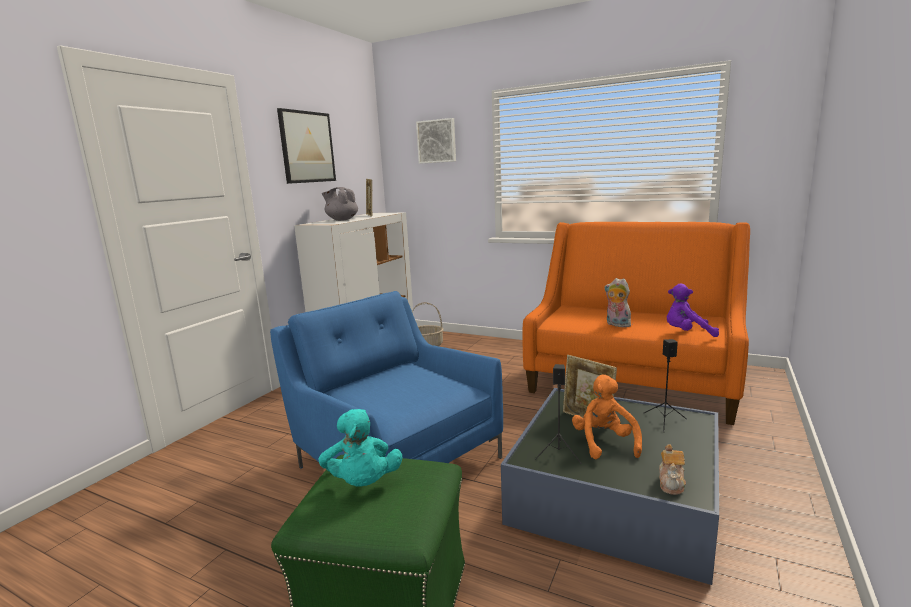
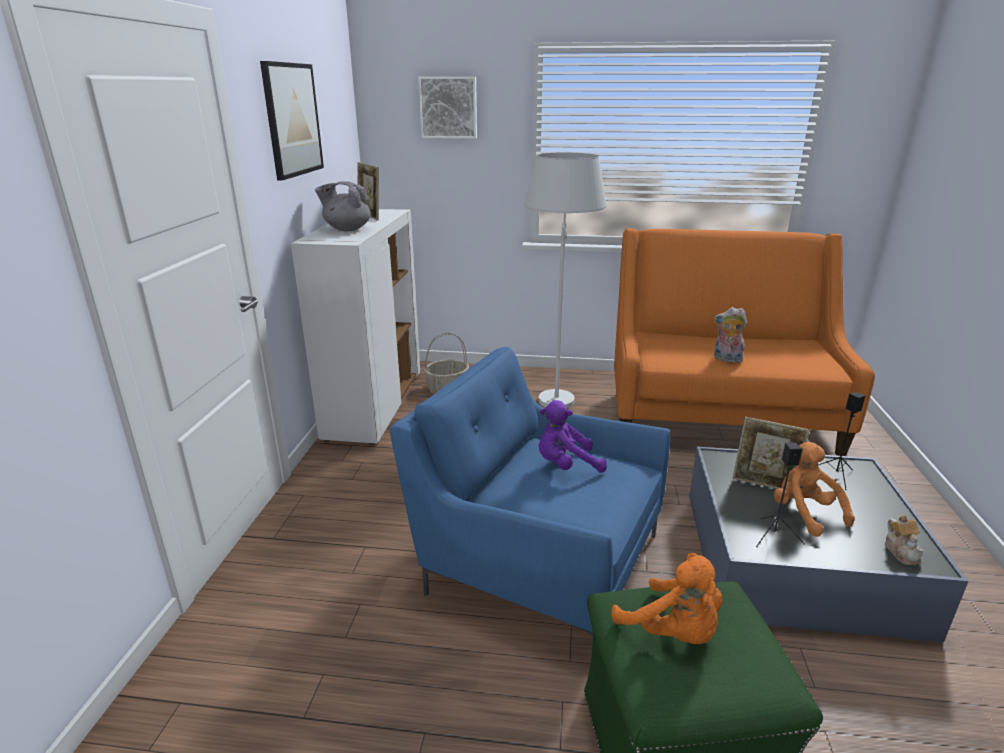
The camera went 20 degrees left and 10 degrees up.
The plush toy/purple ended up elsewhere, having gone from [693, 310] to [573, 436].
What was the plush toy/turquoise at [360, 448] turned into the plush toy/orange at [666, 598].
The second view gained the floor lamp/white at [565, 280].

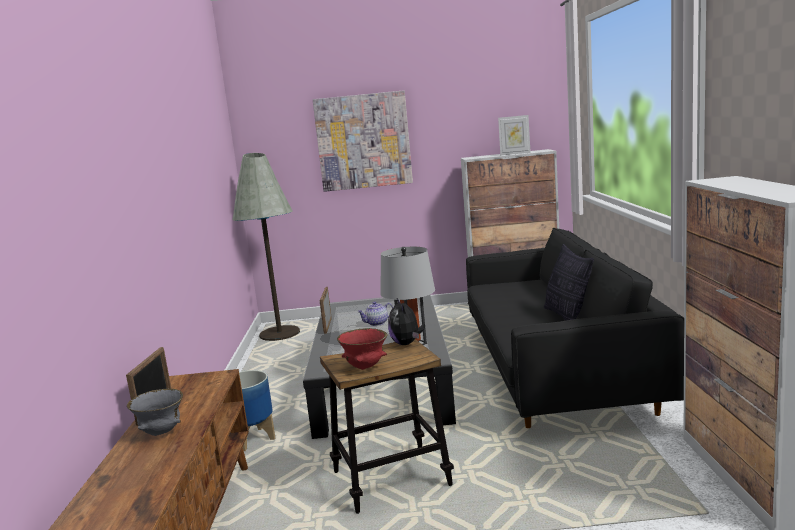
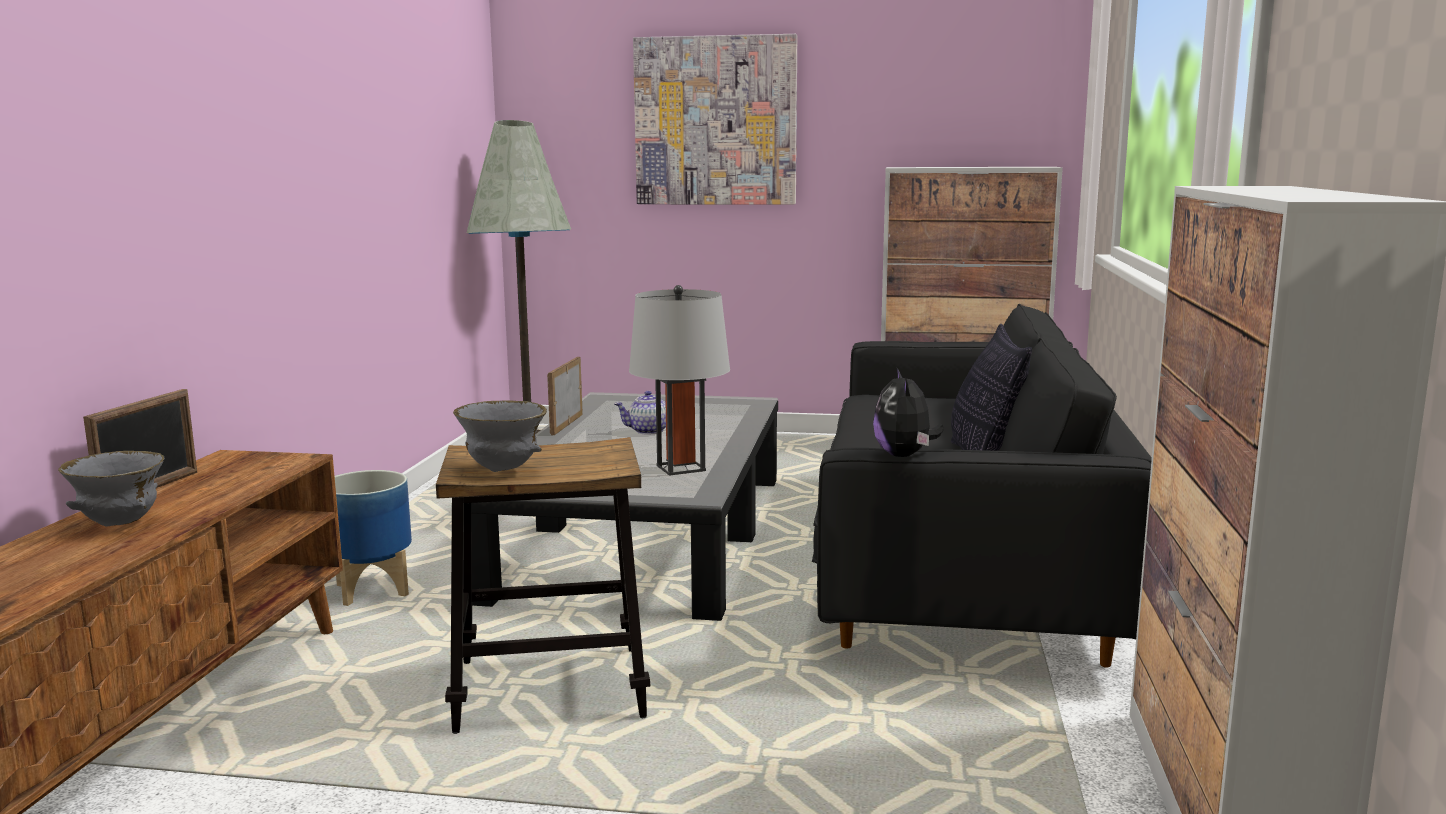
The camera went 10 degrees right and 0 degrees up.
The second view lost the picture frame at [514, 135].
The plush toy ended up elsewhere, having gone from [406, 321] to [908, 412].
What was the bowl/red at [362, 349] turned into the bowl/grey at [500, 436].

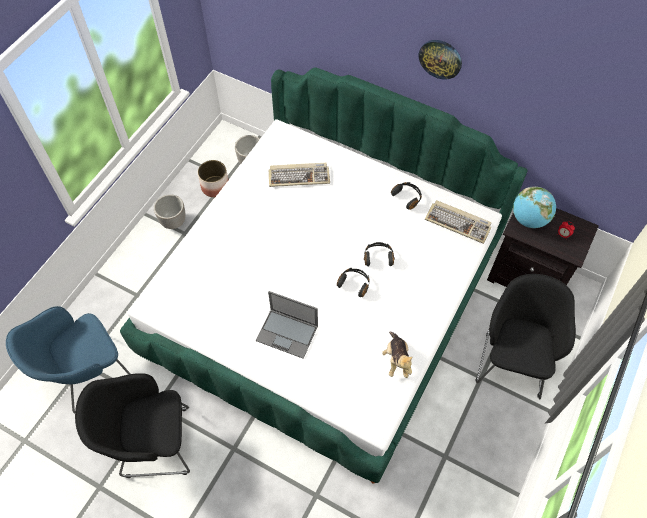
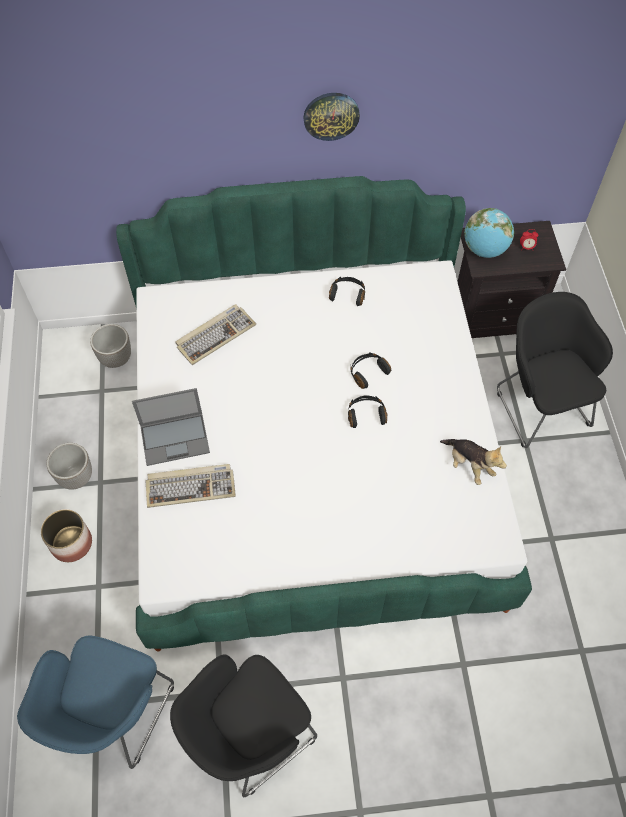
The camera went 35 degrees left and 0 degrees up.
The planter ended up elsewhere, having gone from [213, 178] to [66, 535].
The keyboard ended up elsewhere, having gone from [458, 222] to [191, 486].
The laptop ended up elsewhere, having gone from [287, 325] to [171, 427].

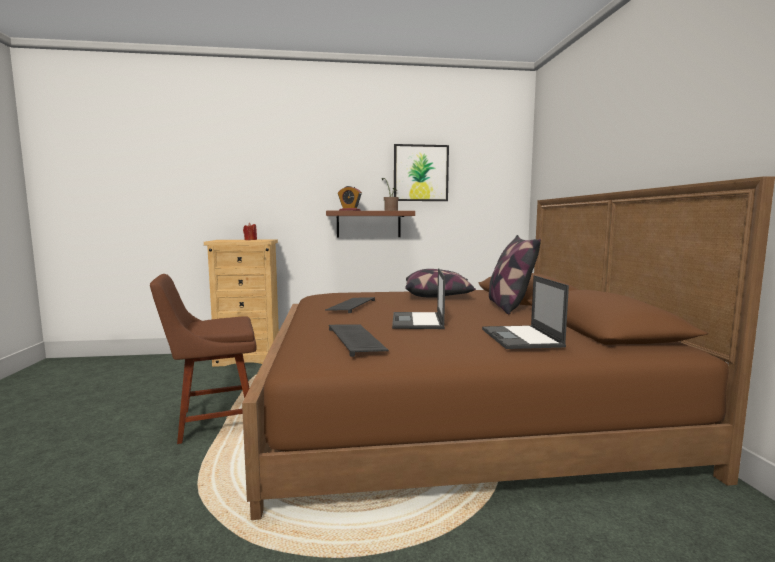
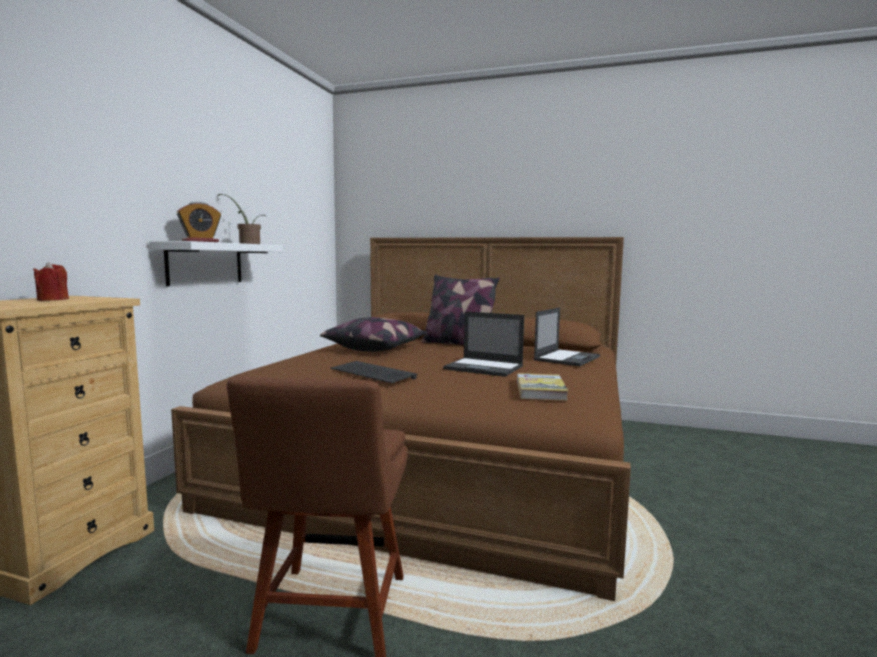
The camera went 65 degrees left and 0 degrees up.
The second view lost the picture at [421, 172].
What was the shelf/brown at [370, 224] turned into the shelf/white at [216, 263].
The laptop at [525, 312] ended up facing another way, 75 degrees counterclockwise from before.
Where the keyboard stood at [359, 340], the book came to stand at [542, 387].

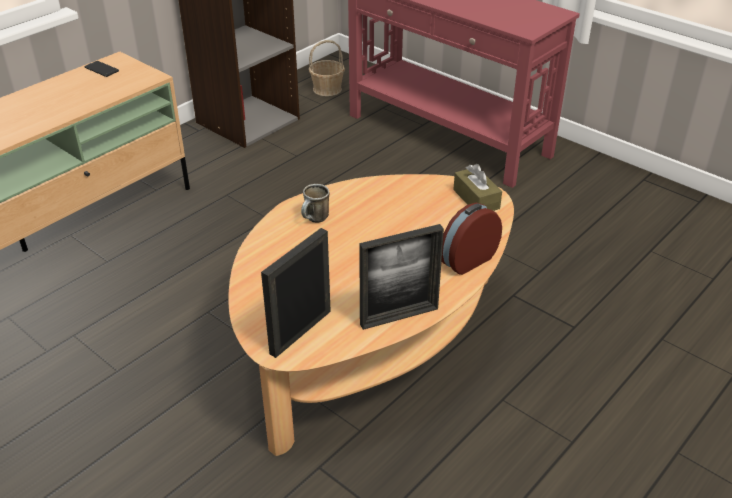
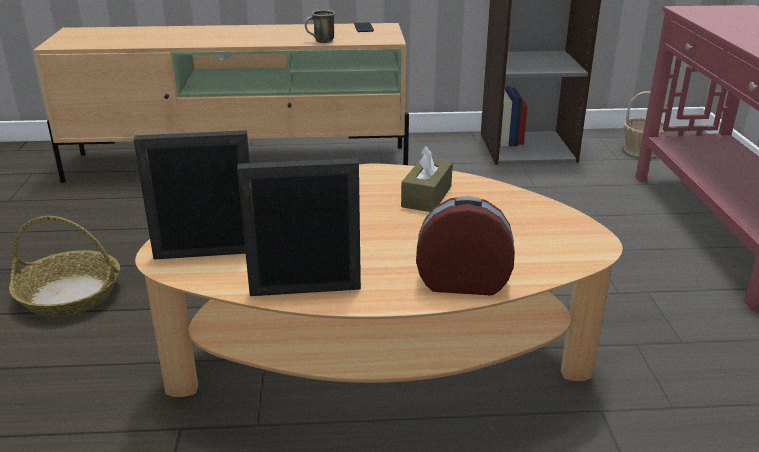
The camera went 45 degrees right and 10 degrees down.
The tissue box/brown ended up elsewhere, having gone from [477, 187] to [427, 179].
The mug ended up elsewhere, having gone from [315, 203] to [320, 26].
The picture frame at [401, 277] ended up facing another way, 150 degrees clockwise from before.
The second view gained the basket at [64, 266].

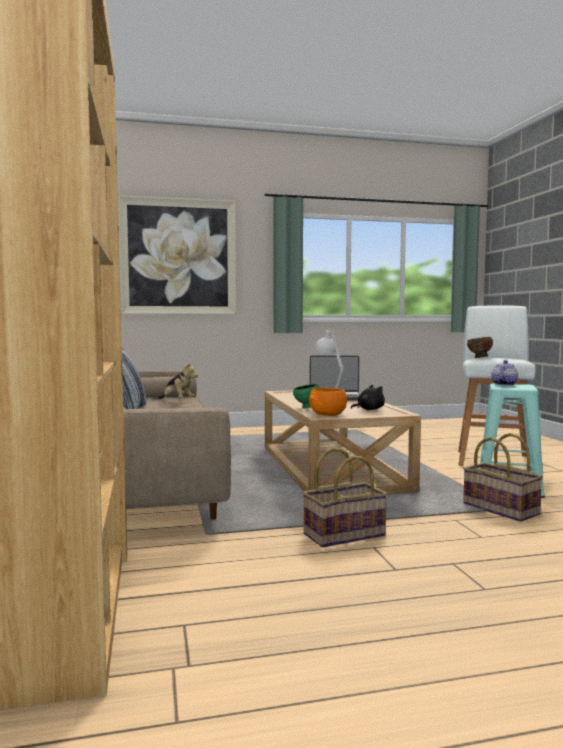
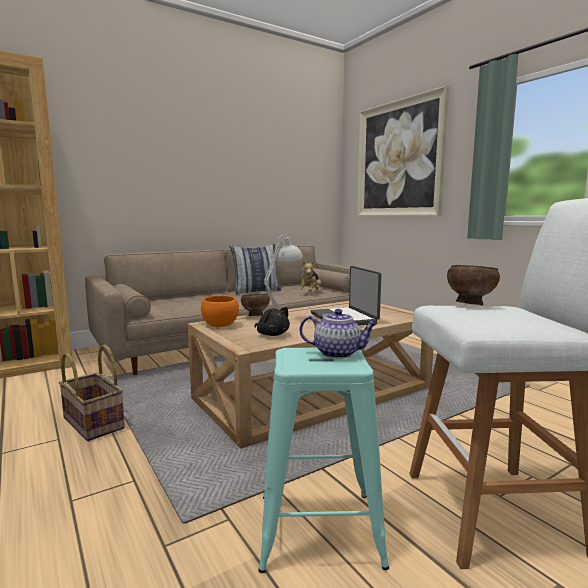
The camera went 70 degrees right and 5 degrees up.
What was the bowl/green at [306, 396] turned into the bowl/brown at [255, 304].
The second view lost the basket at [503, 477].

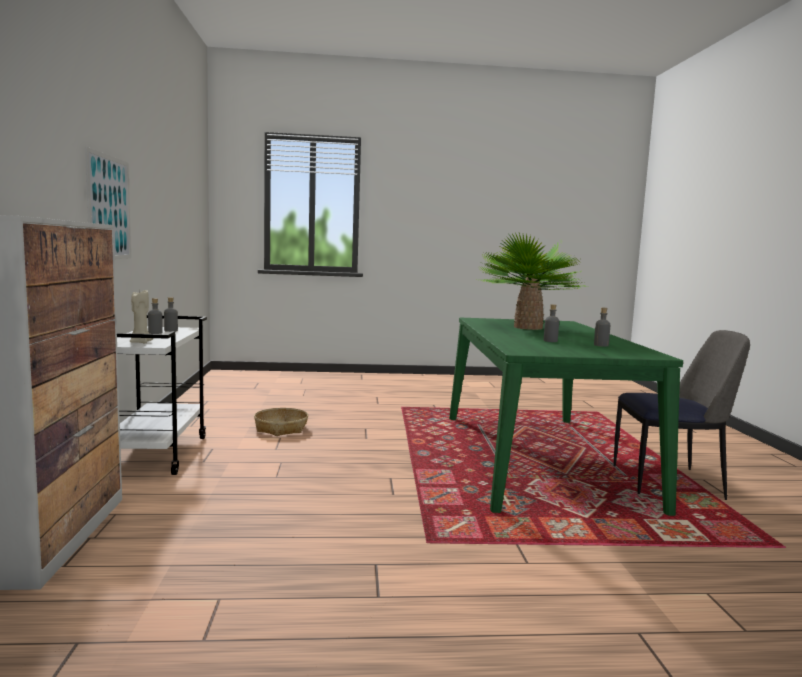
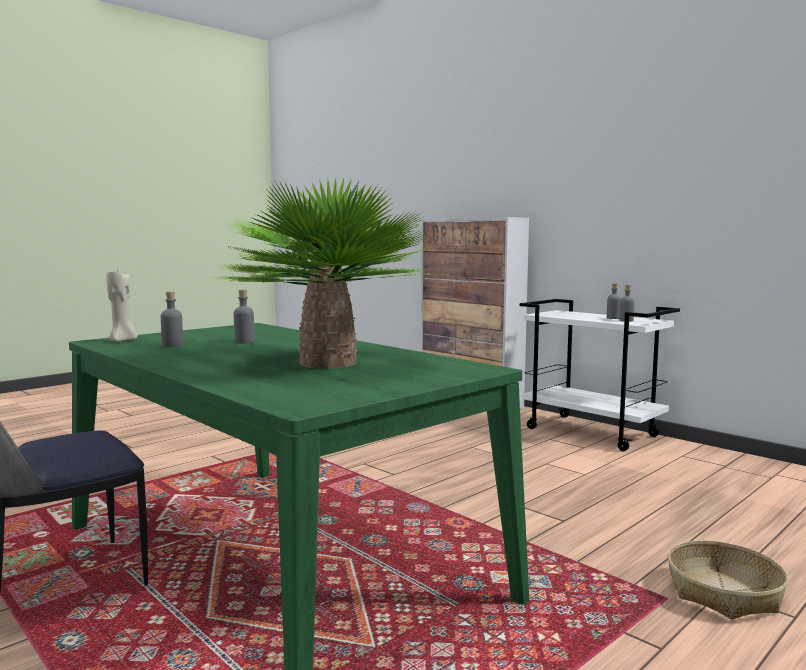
The camera went 140 degrees right and 0 degrees up.
The second view lost the picture at [108, 203].
The candle/beige ended up elsewhere, having gone from [141, 316] to [122, 306].
The basket ended up elsewhere, having gone from [281, 422] to [728, 579].

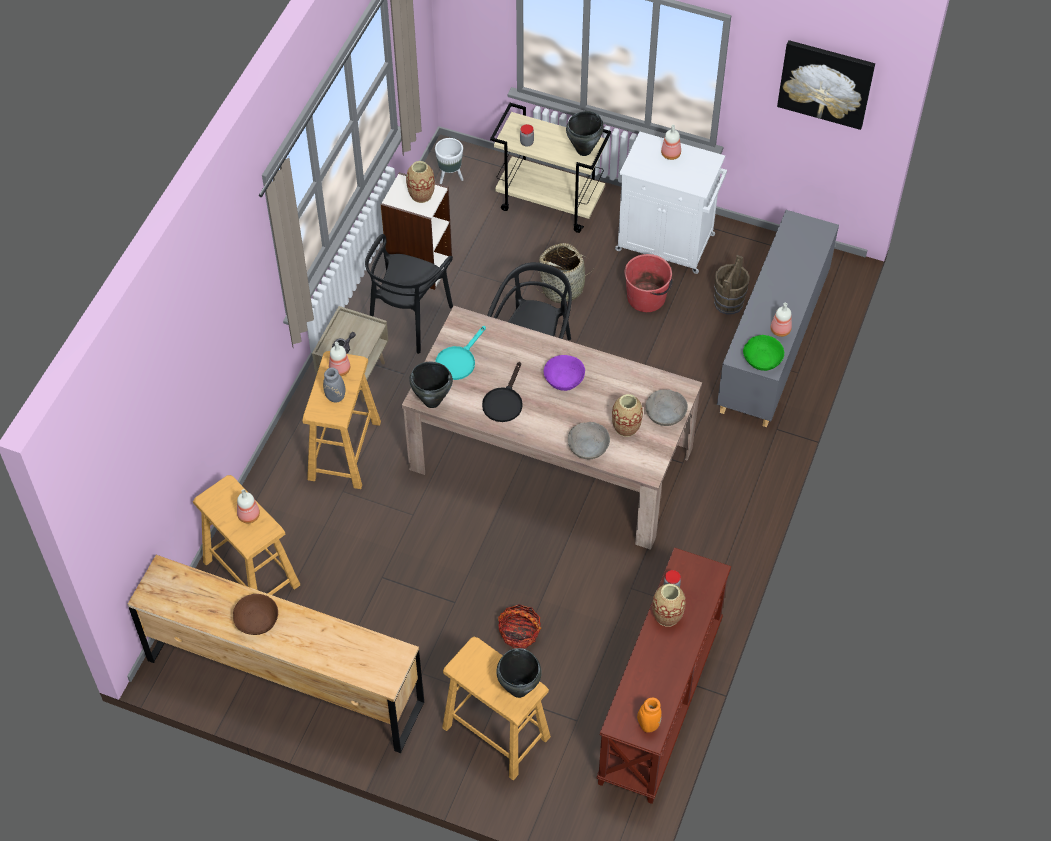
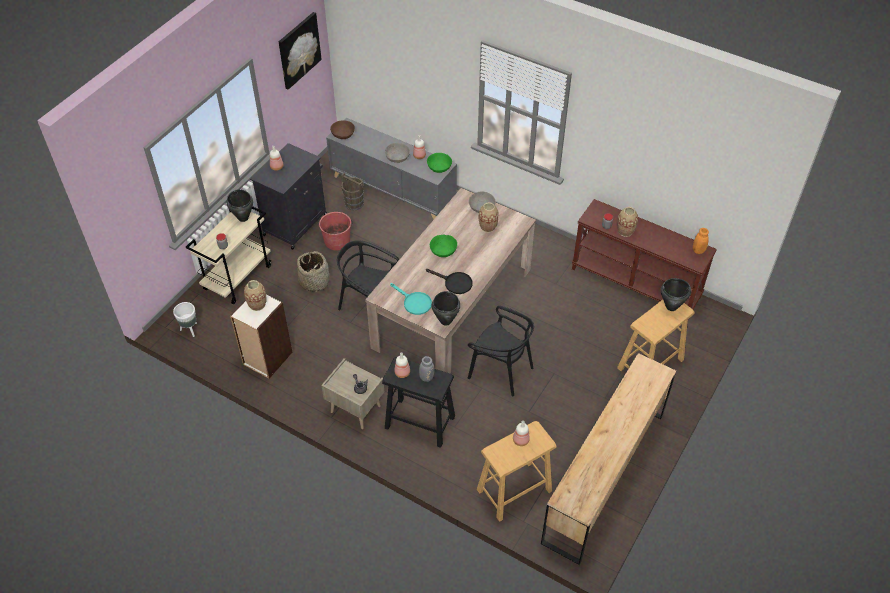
The camera went 80 degrees left and 5 degrees down.
What was the cabinet/white at [671, 202] turned into the cabinet/black at [288, 196].
The chair/black ended up elsewhere, having gone from [409, 294] to [501, 351].
What was the stool/beige at [341, 420] turned into the stool/black at [418, 402].
What was the bowl/purple at [564, 373] turned into the bowl/green at [443, 245].
The bowl/grey ended up elsewhere, having gone from [589, 440] to [397, 153].
The bowl/brown ended up elsewhere, having gone from [255, 614] to [342, 129].
The second view lost the basket at [519, 626].

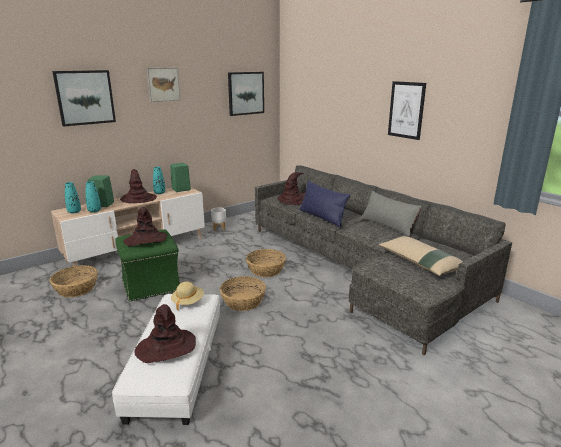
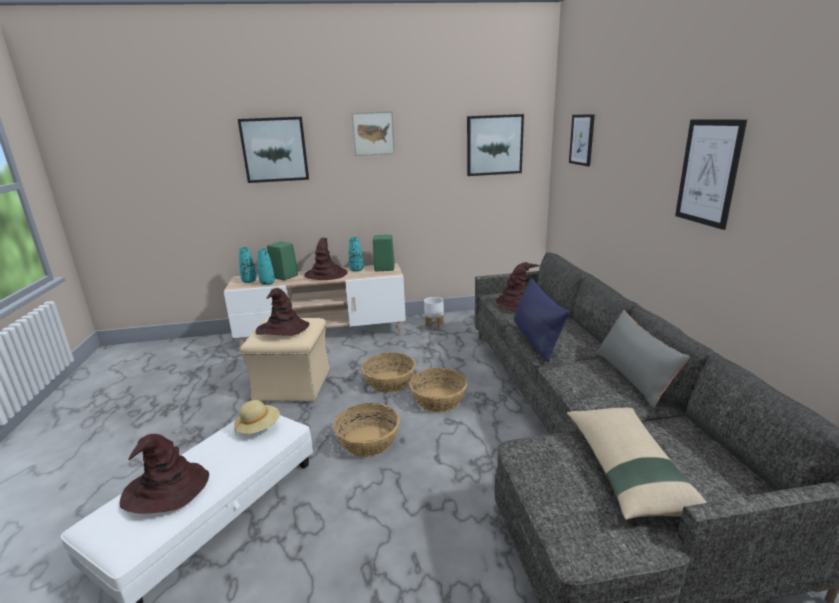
The camera went 30 degrees right and 0 degrees up.
What was the ottoman/green at [147, 265] turned into the ottoman/beige at [285, 360].
The basket ended up elsewhere, having gone from [74, 281] to [388, 373].
The second view gained the picture at [582, 140].

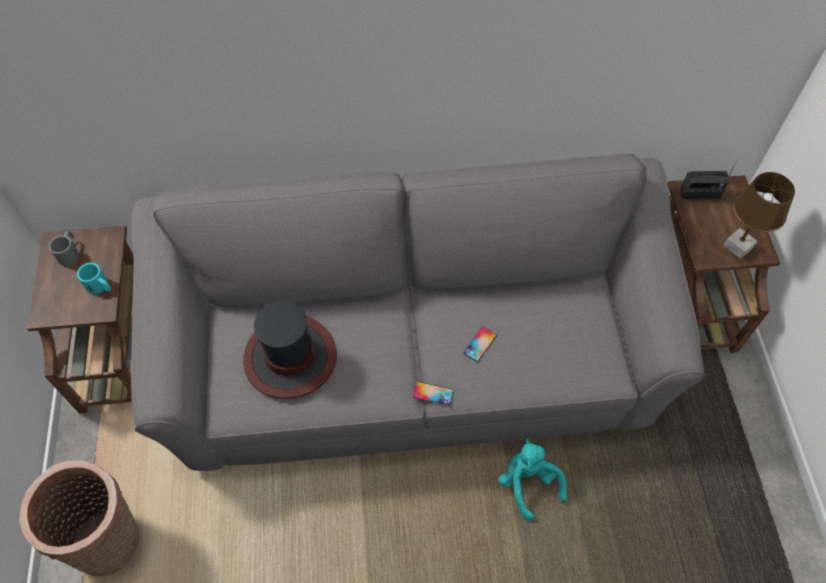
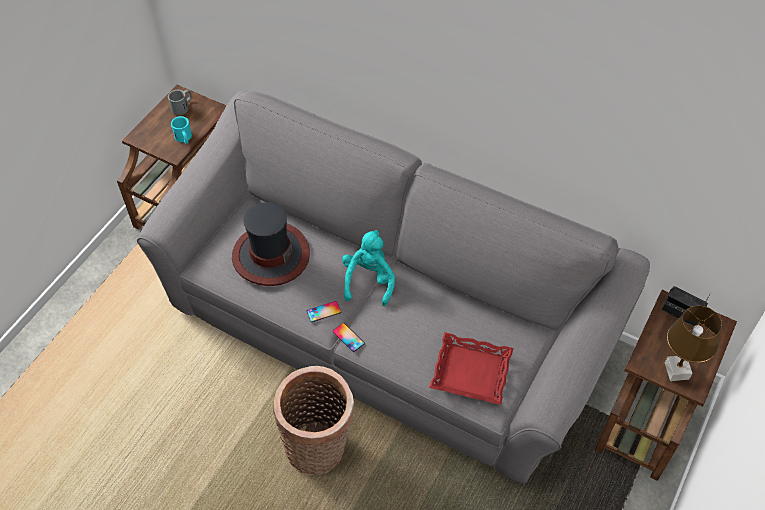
The camera went 35 degrees right and 5 degrees down.
The phone ended up elsewhere, having gone from [480, 344] to [324, 311].
The plush toy/turquoise ended up elsewhere, having gone from [532, 480] to [368, 268].
The basket ended up elsewhere, having gone from [79, 518] to [313, 421].
The second view gained the tray/red at [471, 368].

